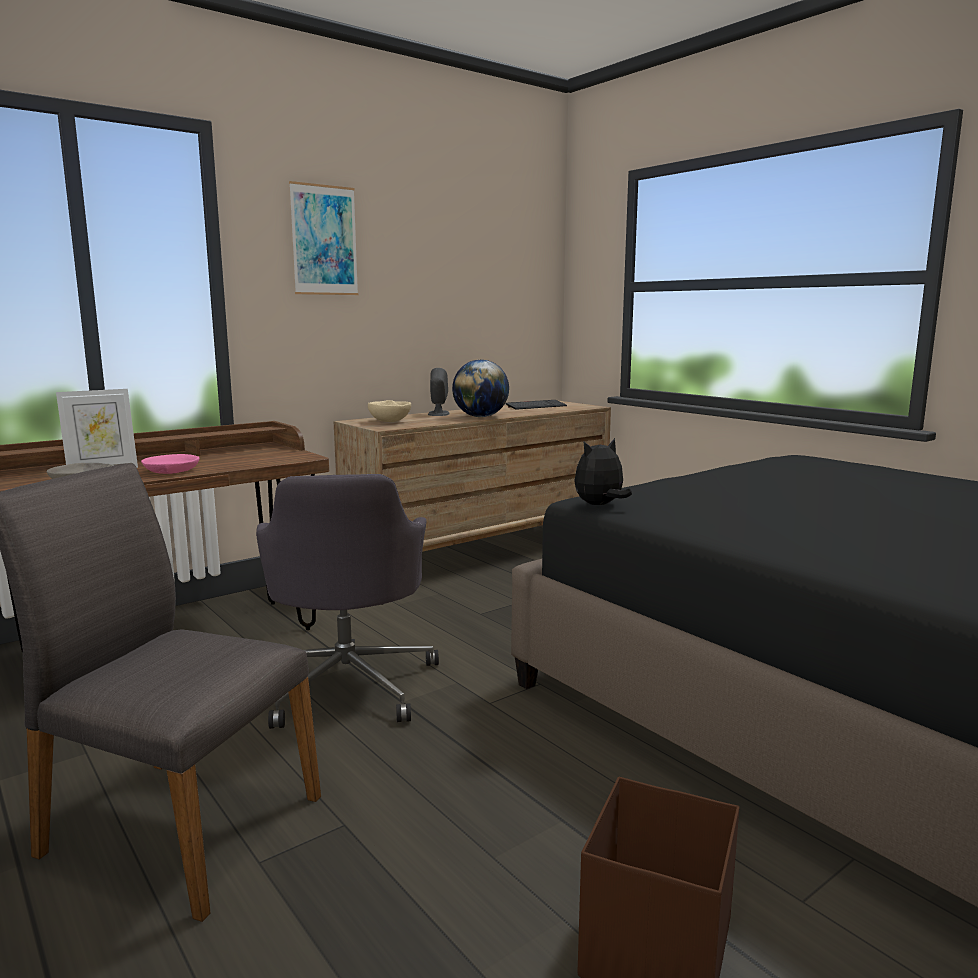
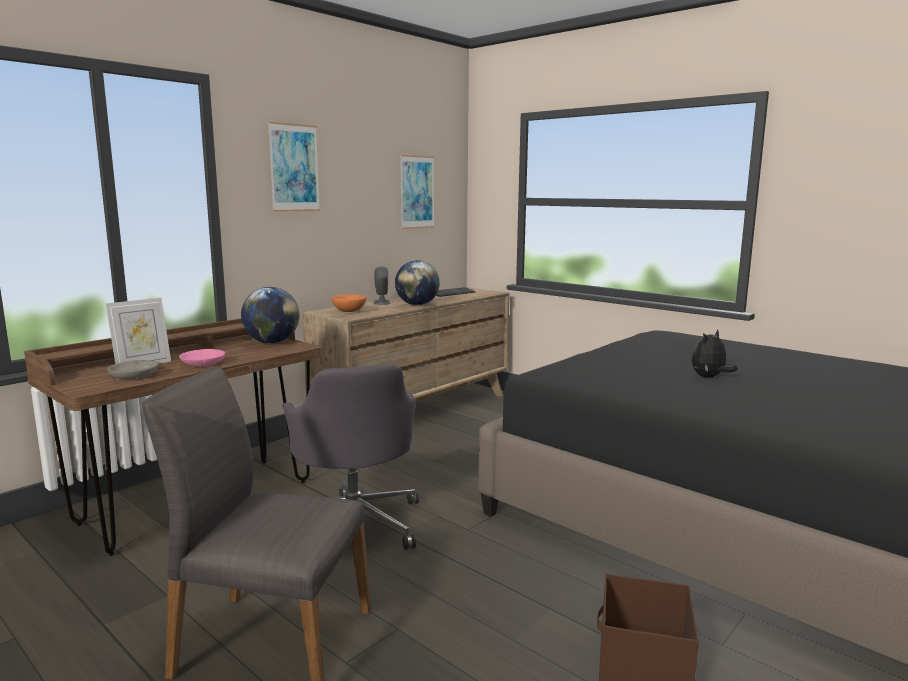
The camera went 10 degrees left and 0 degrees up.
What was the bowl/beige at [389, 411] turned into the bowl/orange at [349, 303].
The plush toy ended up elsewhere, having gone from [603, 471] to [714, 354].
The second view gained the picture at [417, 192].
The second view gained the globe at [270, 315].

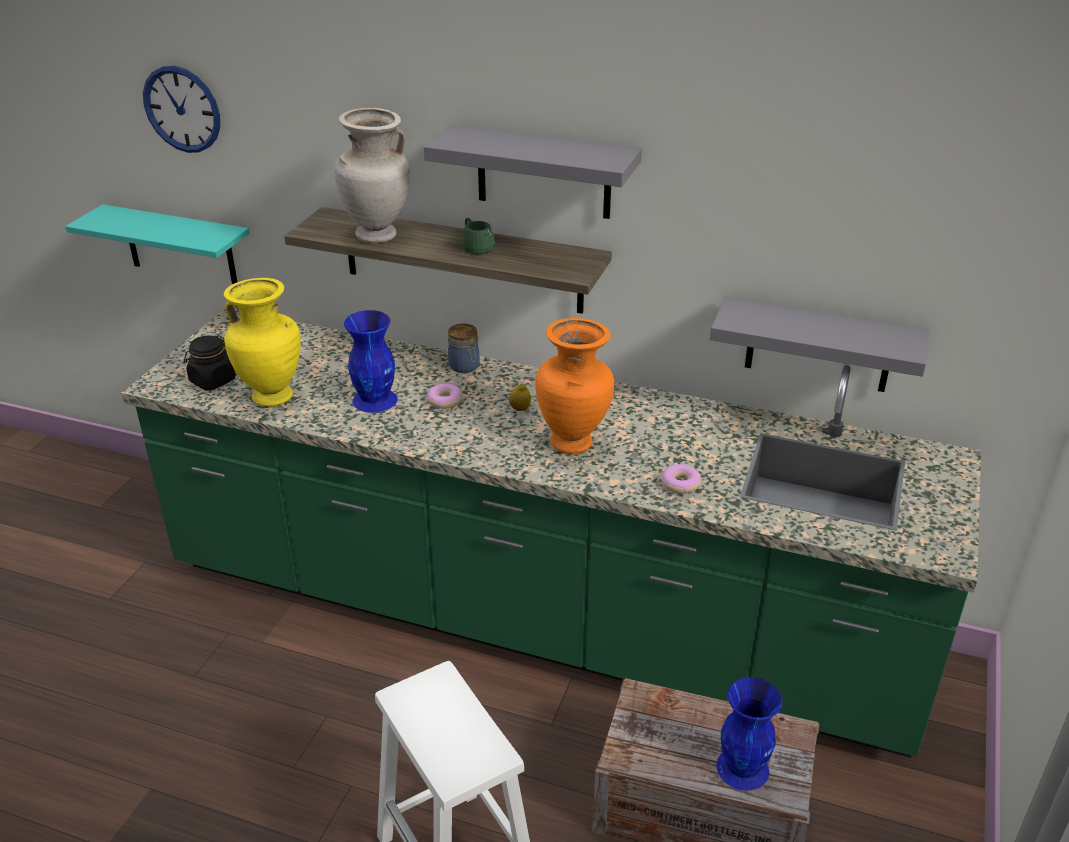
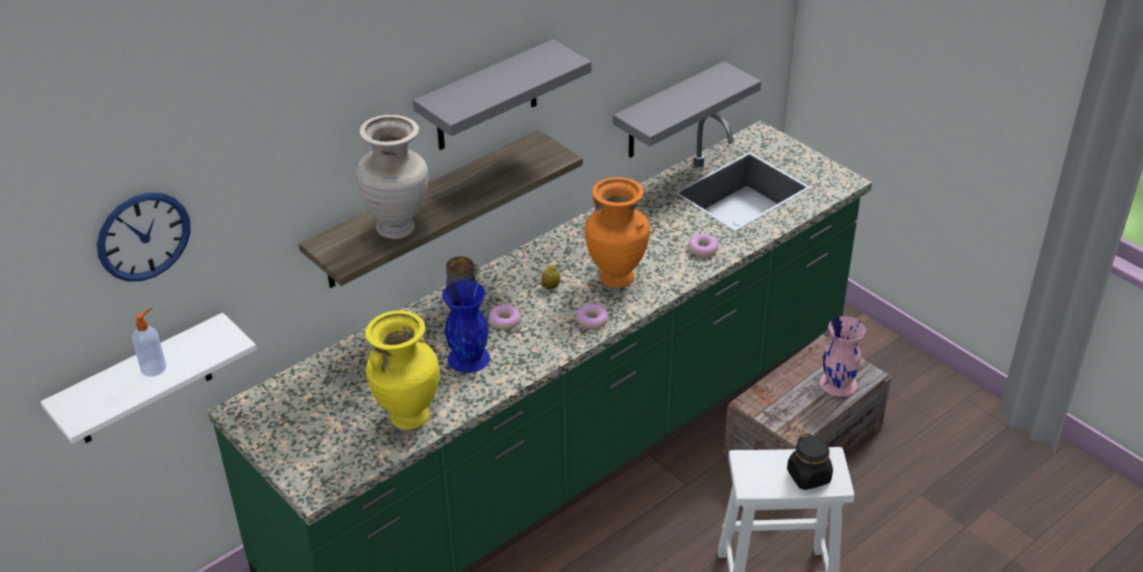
The camera went 60 degrees left and 5 degrees up.
What was the shelf/turquoise at [157, 244] turned into the shelf/white at [148, 378].
The second view lost the mug/green at [478, 236].
The jar/black ended up elsewhere, having gone from [210, 363] to [810, 462].
What was the vase/blue at [749, 734] turned into the vase/pink at [843, 356].
The second view gained the donut at [592, 316].
The second view gained the soap dispenser at [149, 342].

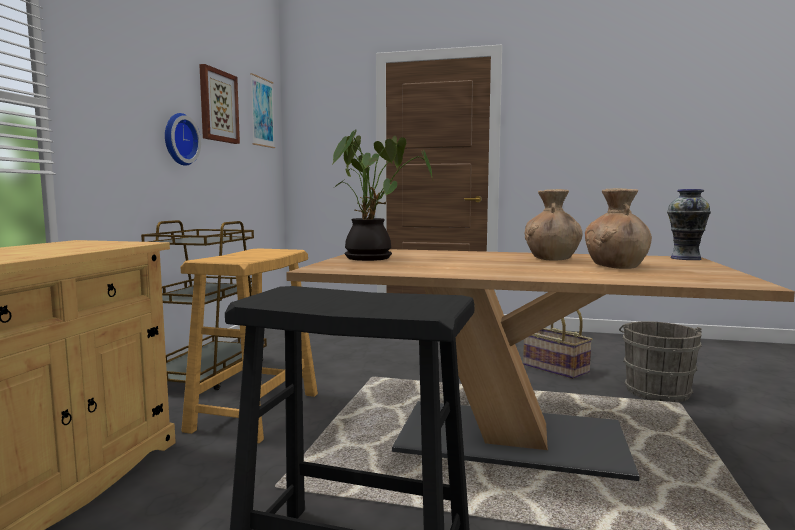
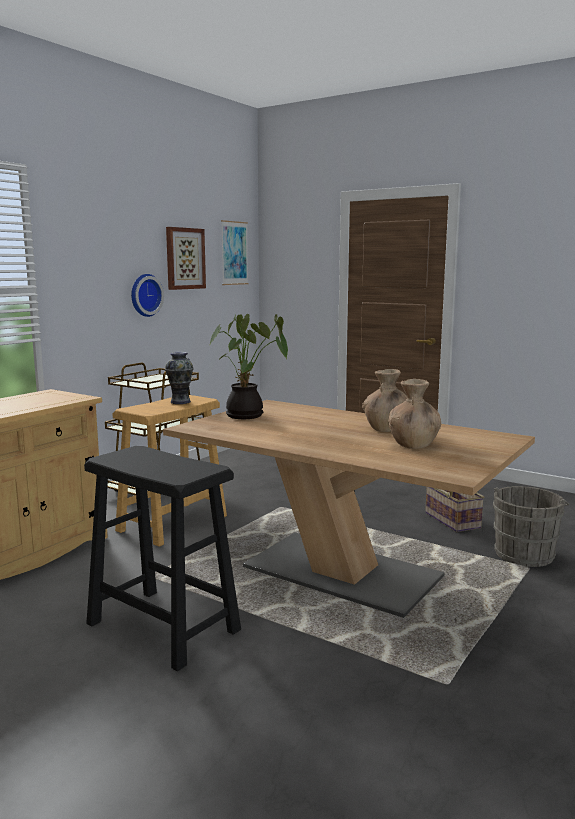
The camera went 20 degrees right and 5 degrees up.
The vase ended up elsewhere, having gone from [689, 224] to [179, 378].

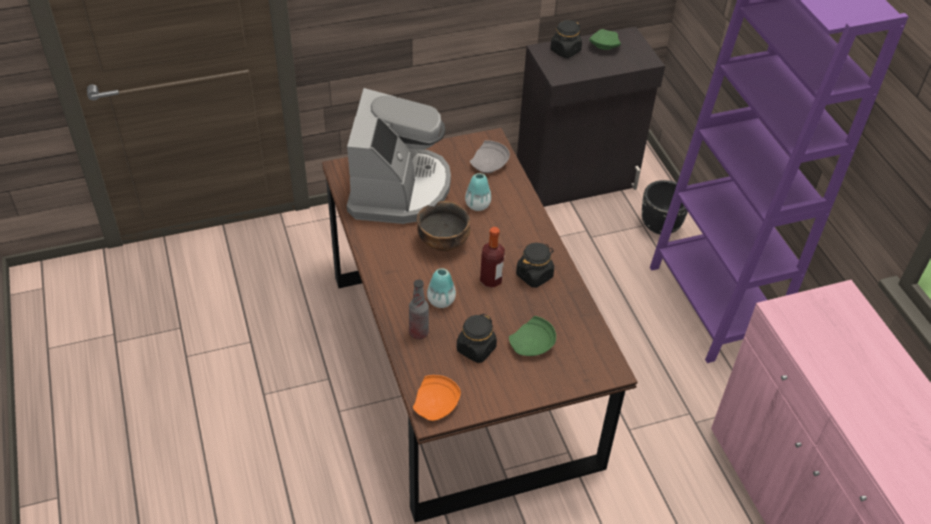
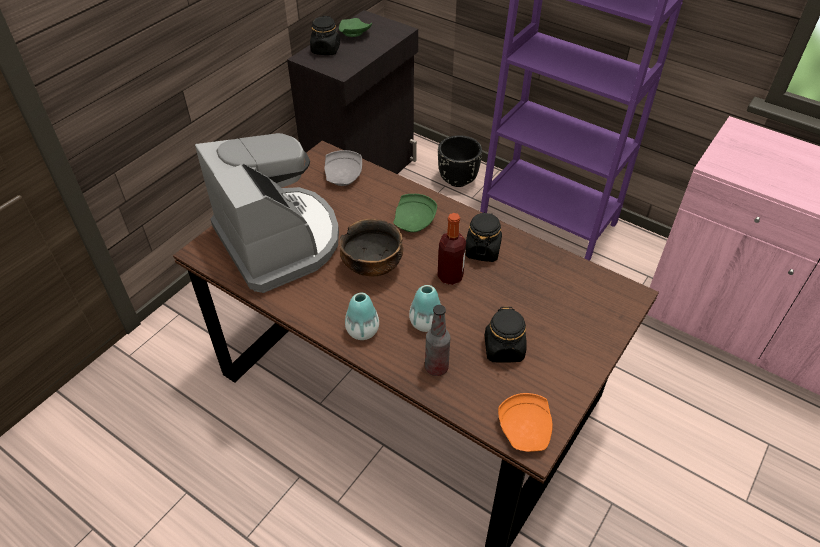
The camera went 35 degrees left and 0 degrees up.
The vase ended up elsewhere, having gone from [478, 192] to [362, 316].
The plate/green ended up elsewhere, having gone from [532, 336] to [415, 213].

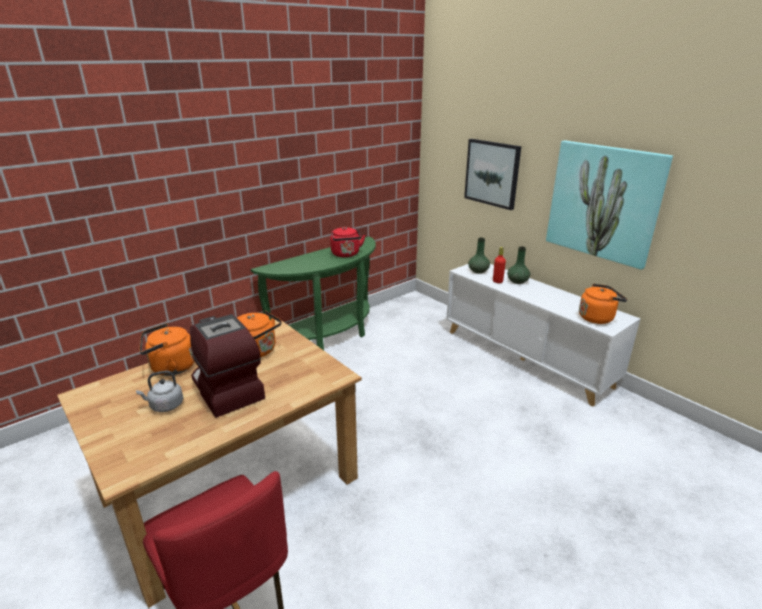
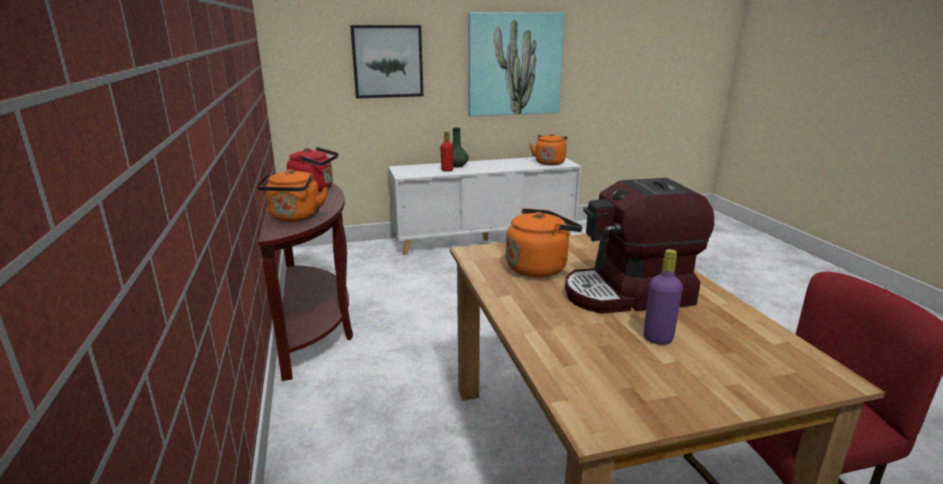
The camera went 65 degrees left and 5 degrees down.
What was the console table/green at [313, 293] turned into the console table/brown at [305, 281].
The second view lost the vase/green at [479, 256].
The kettle/orange ended up elsewhere, having gone from [167, 349] to [292, 195].
Where the kettle/grey stood at [159, 391], the bottle/purple came to stand at [663, 297].

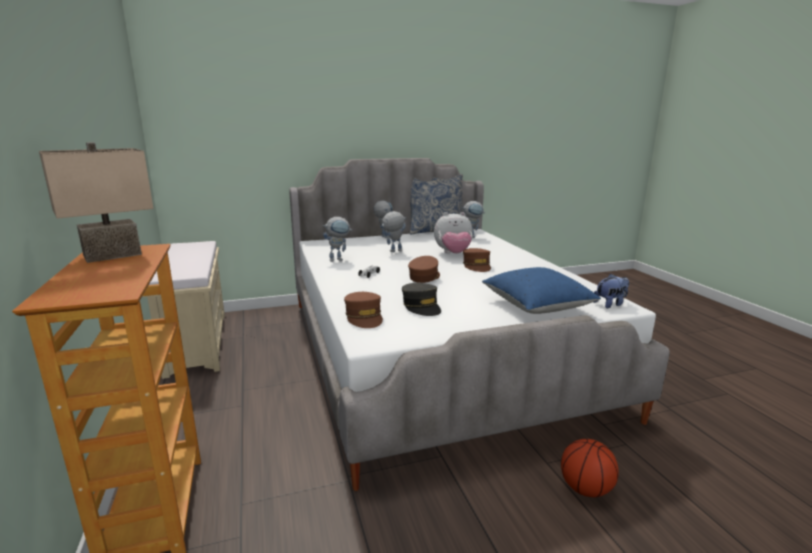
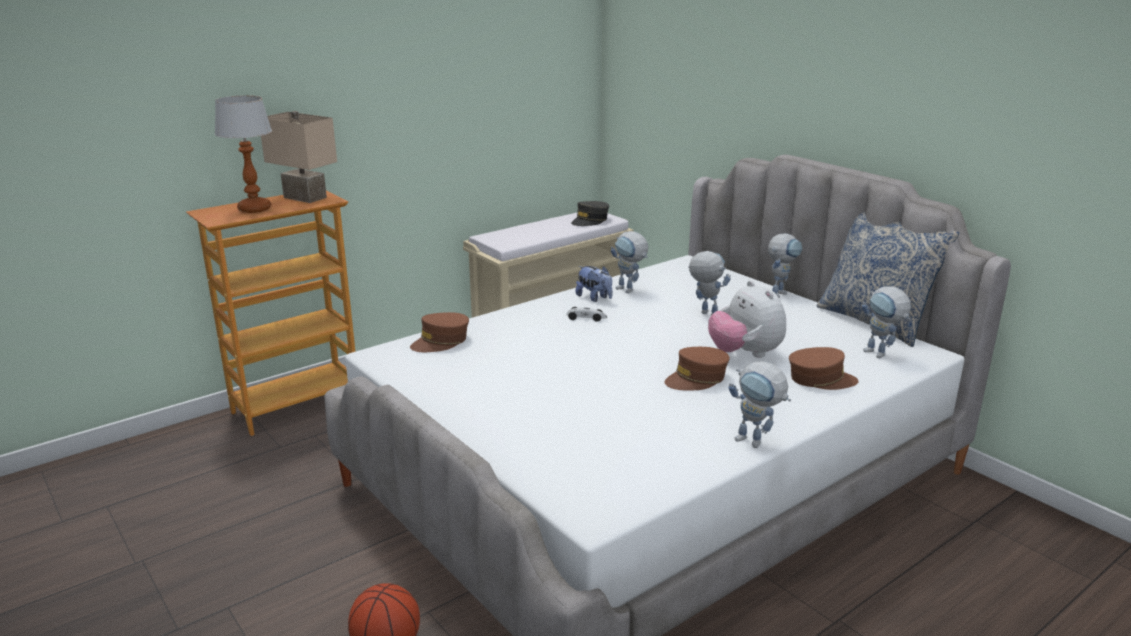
The camera went 70 degrees right and 5 degrees up.
The cap/brown ended up elsewhere, having gone from [424, 269] to [824, 368].
The second view lost the pillow/blue at [541, 290].
The plush toy ended up elsewhere, having gone from [611, 291] to [594, 284].
The cap/grey ended up elsewhere, having gone from [421, 299] to [590, 213].
The second view gained the table lamp at [243, 154].
The second view gained the toy robot at [760, 404].

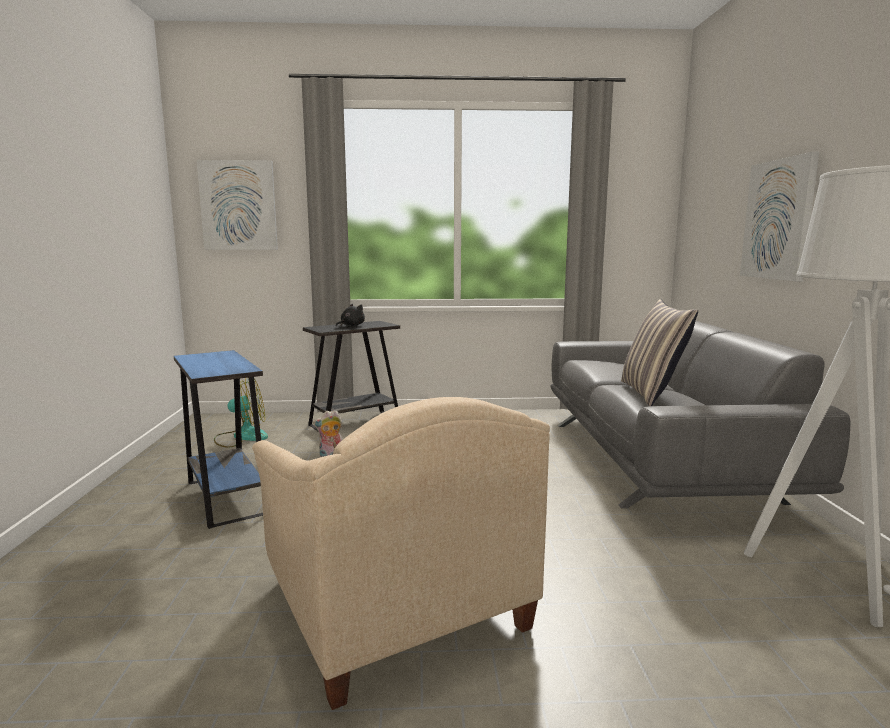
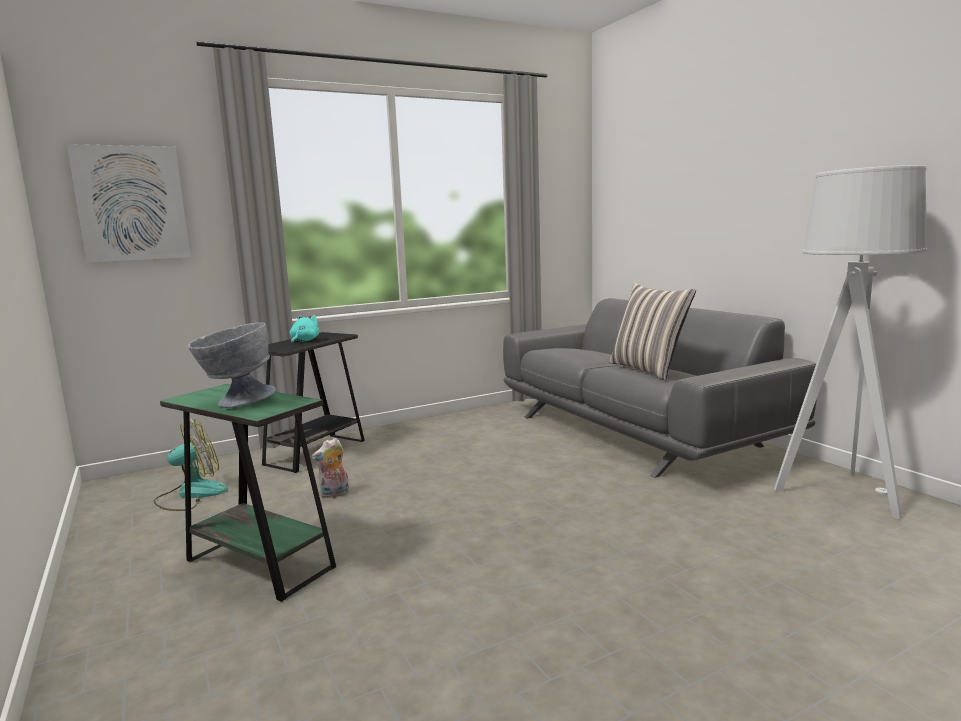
The camera went 25 degrees left and 0 degrees up.
The second view lost the picture at [779, 216].
What was the plush toy/black at [350, 315] turned into the plush toy/turquoise at [304, 329].
What was the side table/blue at [218, 439] turned into the side table/green at [248, 493].
The second view lost the armchair/beige at [401, 553].
The second view gained the bowl/grey at [232, 365].

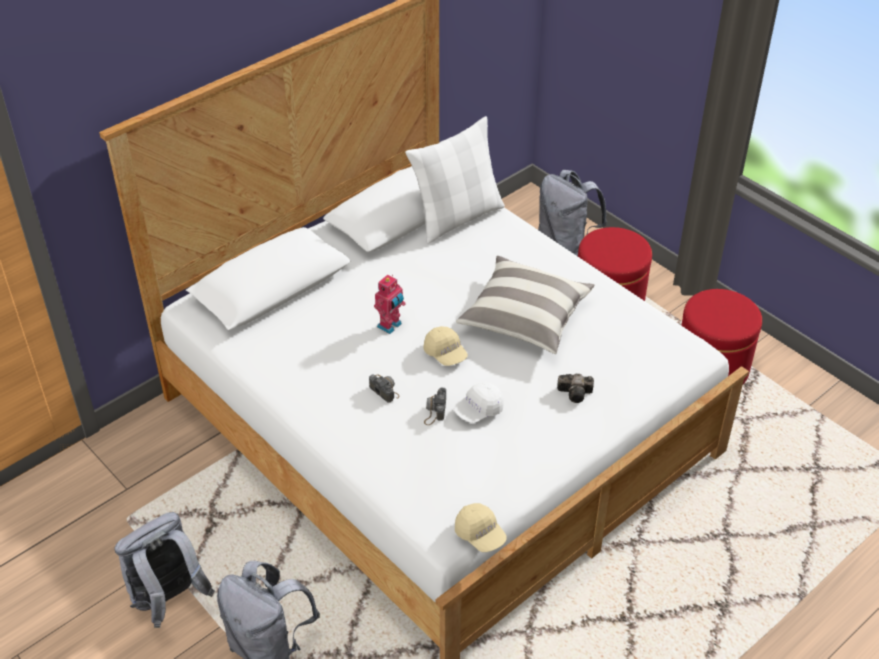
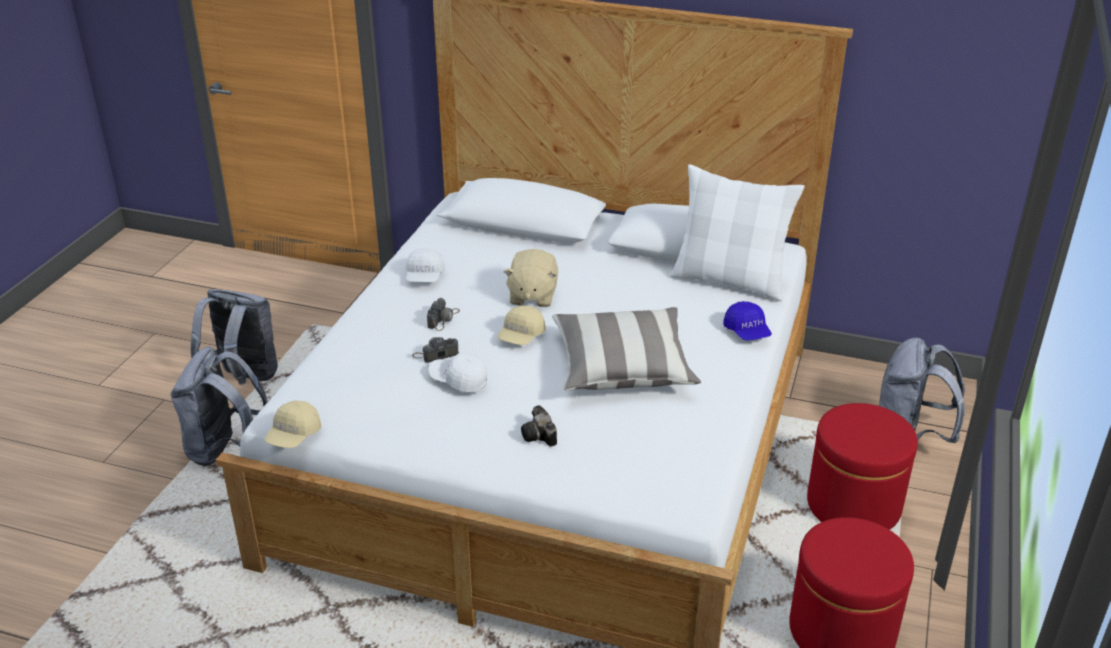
The camera went 60 degrees right and 10 degrees down.
Where the toy robot stood at [390, 304], the plush toy/beige came to stand at [530, 278].
The second view gained the cap/white at [425, 265].
The second view gained the cap/blue at [747, 320].

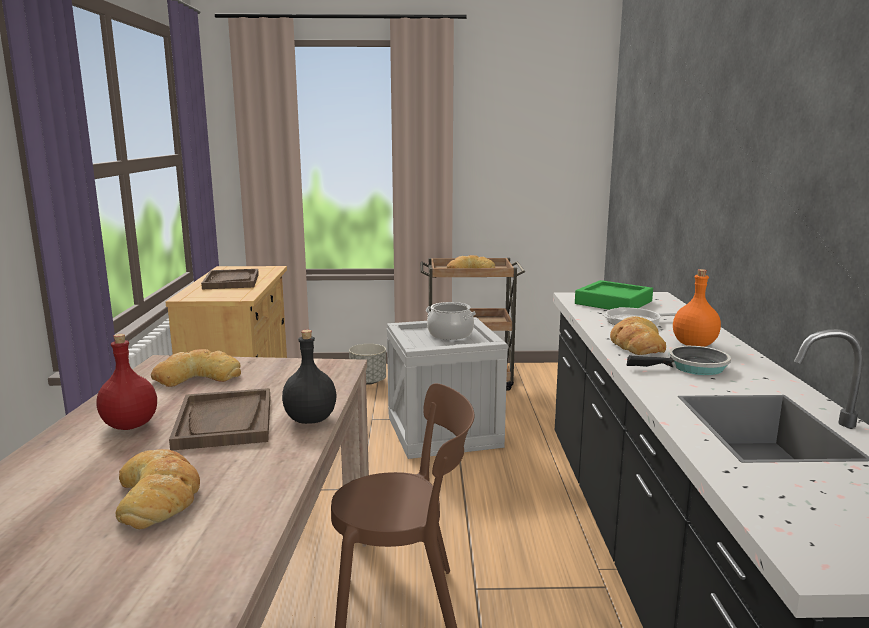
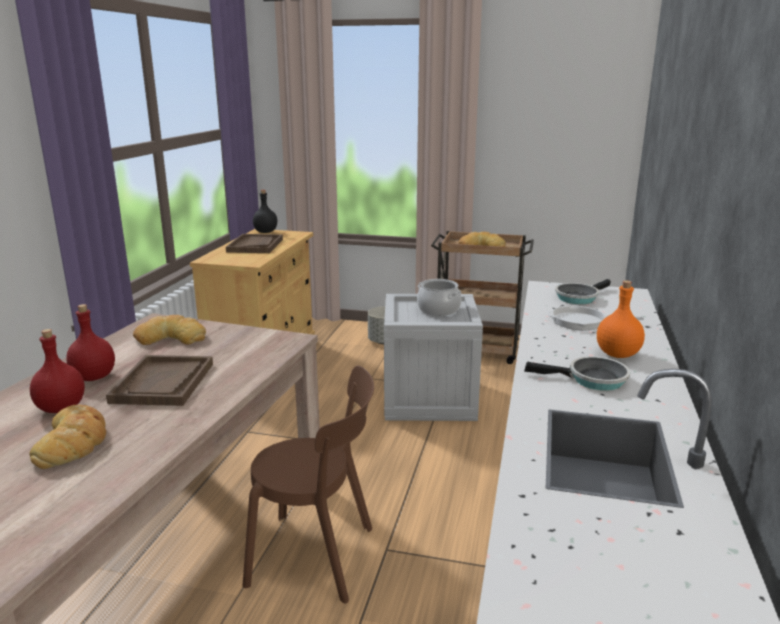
The camera went 15 degrees right and 5 degrees up.
Where the tray/green stood at [614, 295], the frying pan came to stand at [583, 291].
The second view lost the bread at [638, 335].
The bottle/black ended up elsewhere, having gone from [309, 377] to [265, 211].
The second view gained the bottle/red at [57, 371].

